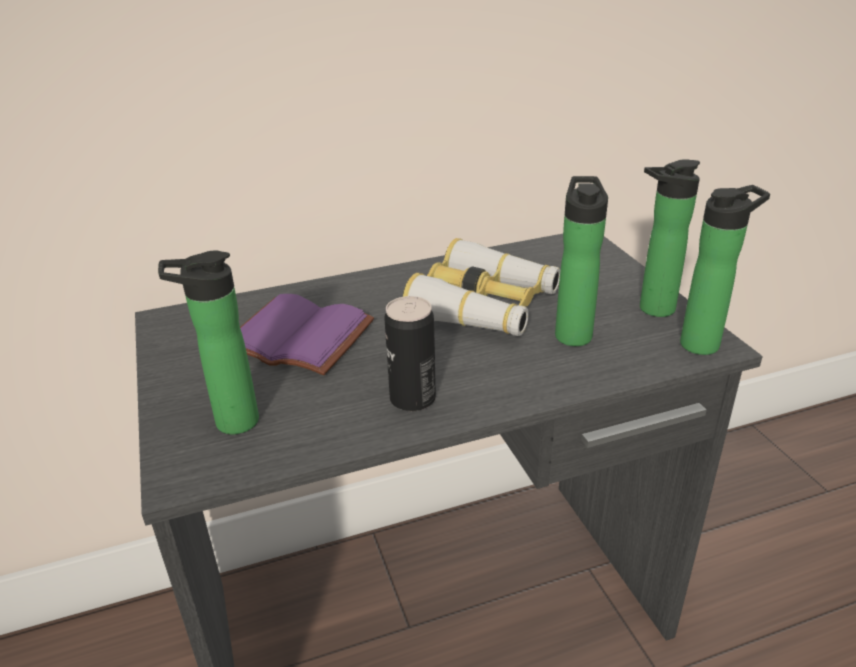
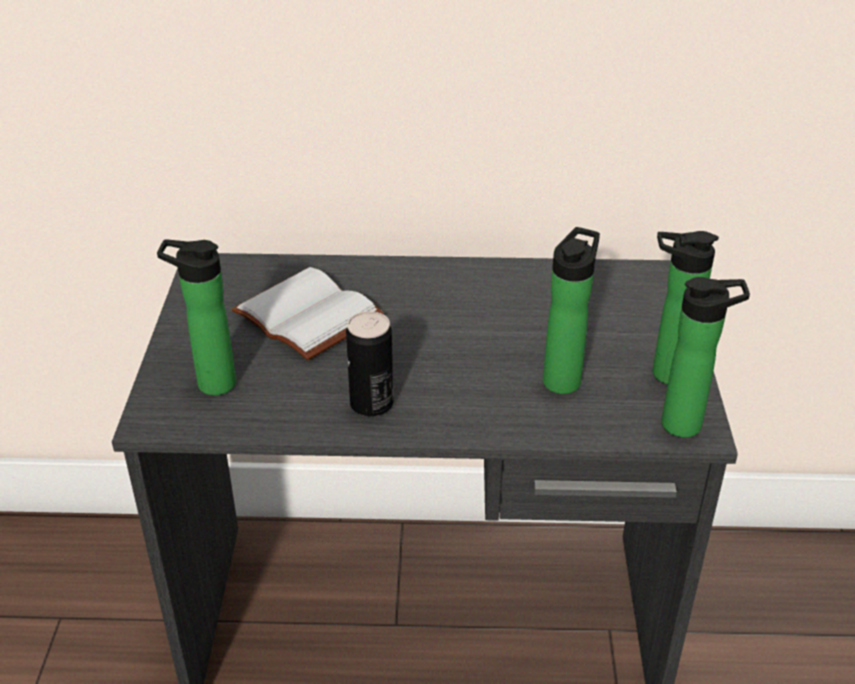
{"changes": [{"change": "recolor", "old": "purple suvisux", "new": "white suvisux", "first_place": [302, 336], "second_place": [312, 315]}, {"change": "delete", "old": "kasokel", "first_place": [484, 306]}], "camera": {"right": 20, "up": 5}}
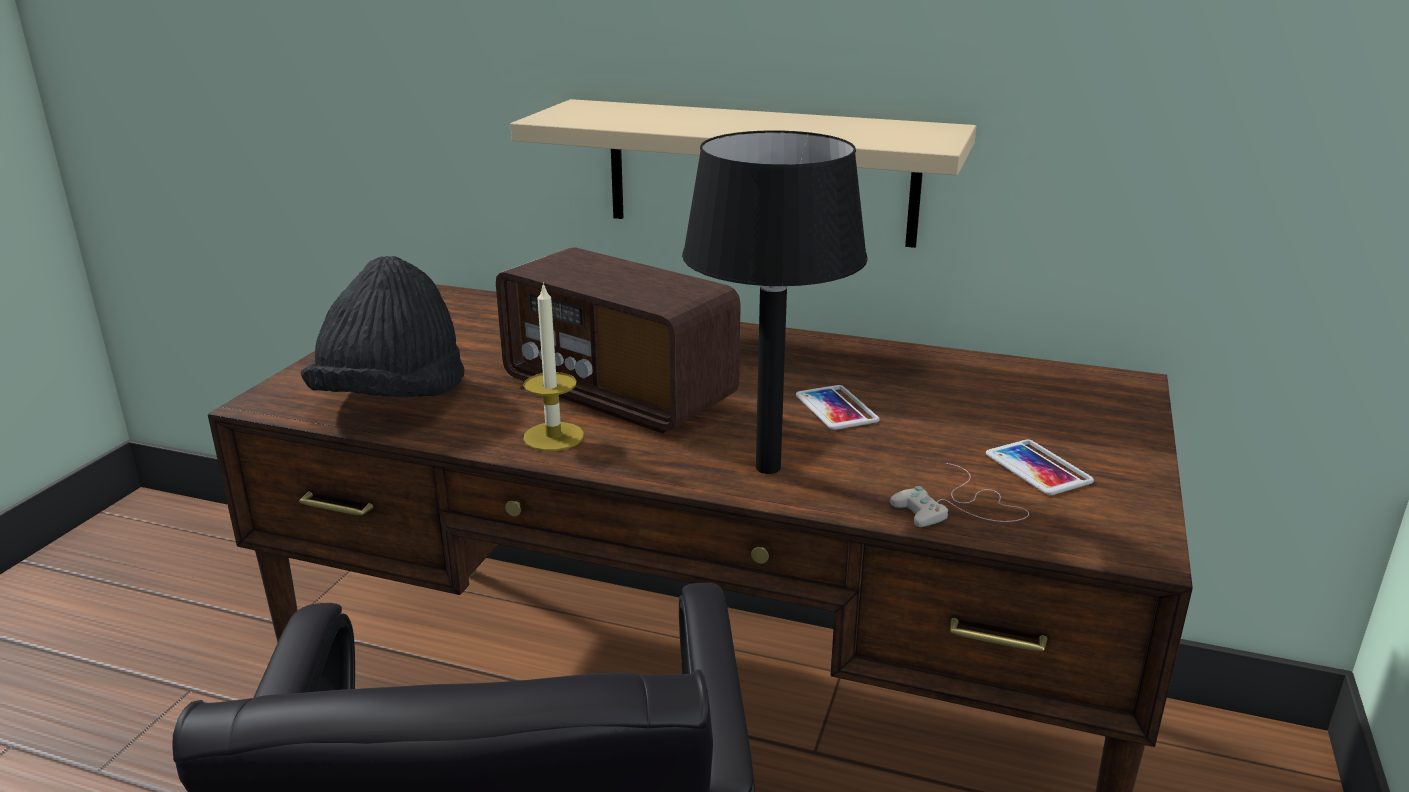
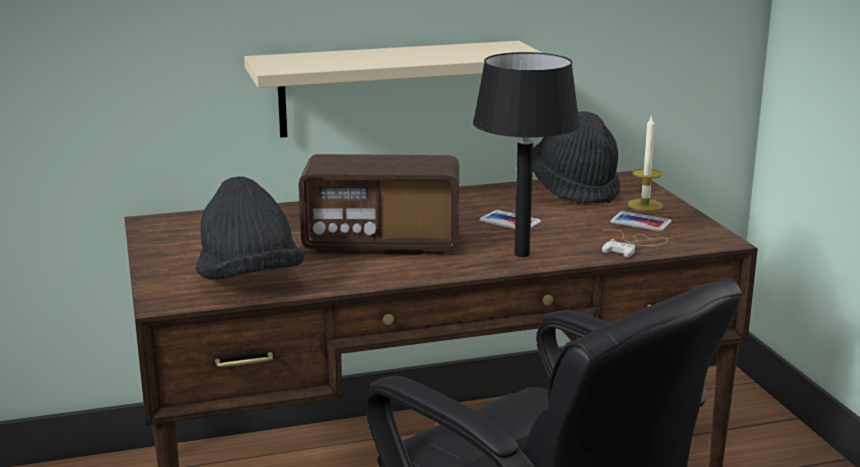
{"changes": [{"change": "move", "old": "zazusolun", "first_place": [553, 437], "second_place": [645, 205]}, {"change": "insert", "new": "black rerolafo", "second_place": [575, 189]}], "camera": {"right": -35, "up": -5}}
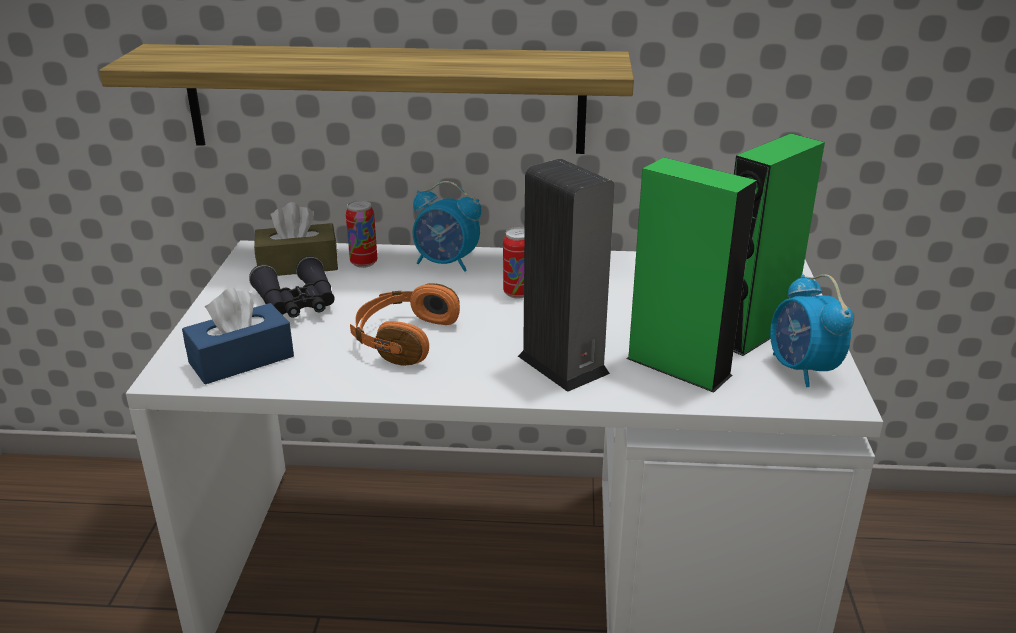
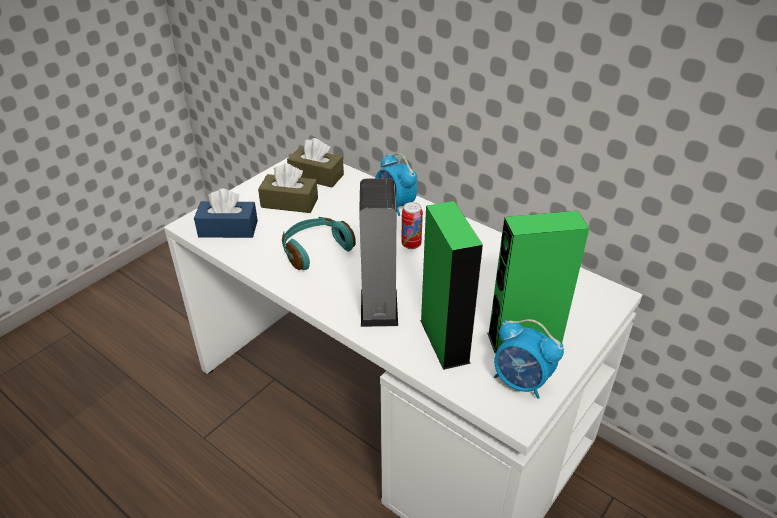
{"changes": [{"change": "delete", "old": "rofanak", "first_place": [385, 99]}, {"change": "replace", "old": "black kasokel", "new": "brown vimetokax", "first_place": [297, 303], "second_place": [289, 203]}, {"change": "delete", "old": "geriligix", "first_place": [364, 263]}, {"change": "recolor", "old": "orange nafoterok", "new": "turquoise nafoterok", "first_place": [403, 339], "second_place": [315, 250]}, {"change": "rotate", "old": "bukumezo", "first_place": [802, 369], "second_place": [521, 382], "degrees": -75}], "camera": {"right": 35, "up": 10}}
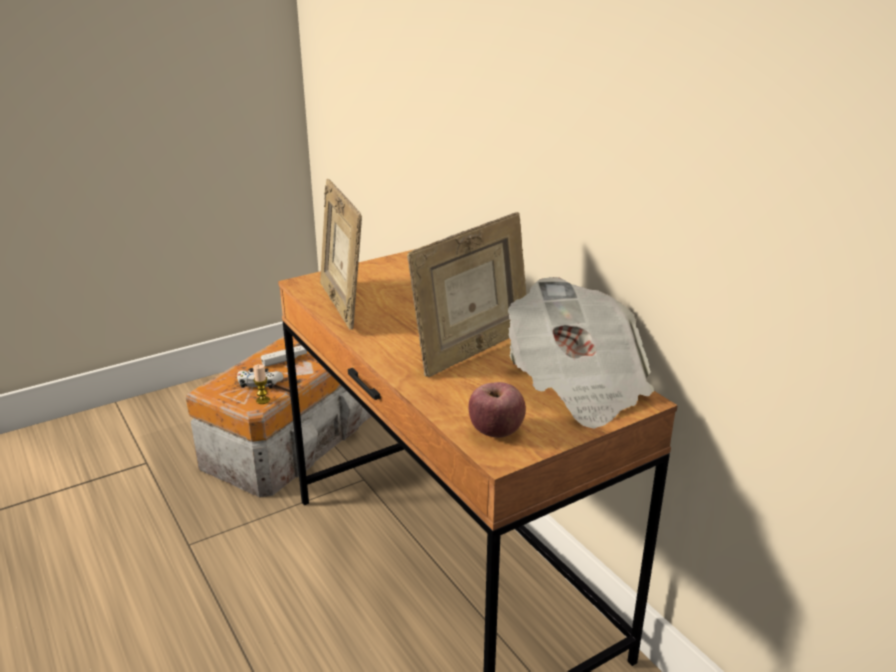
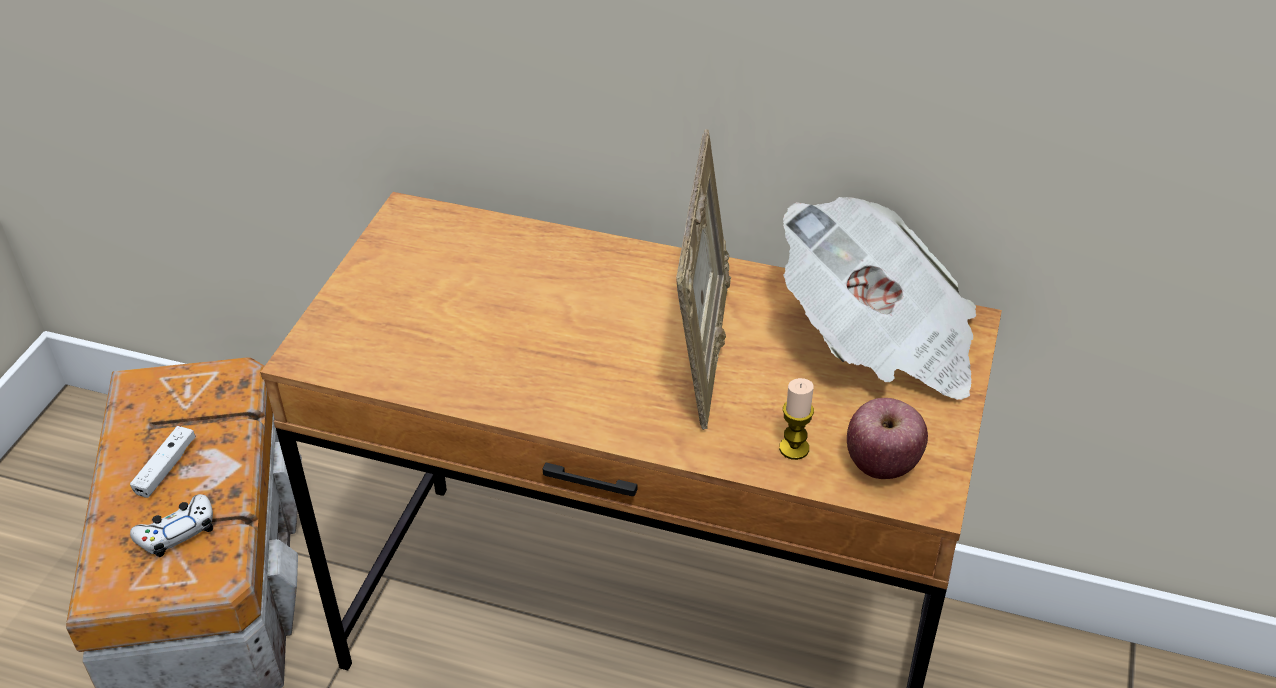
{"changes": [{"change": "move", "old": "zazusolun", "first_place": [263, 400], "second_place": [794, 448]}, {"change": "delete", "old": "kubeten", "first_place": [342, 305]}], "camera": {"right": -40, "up": 15}}
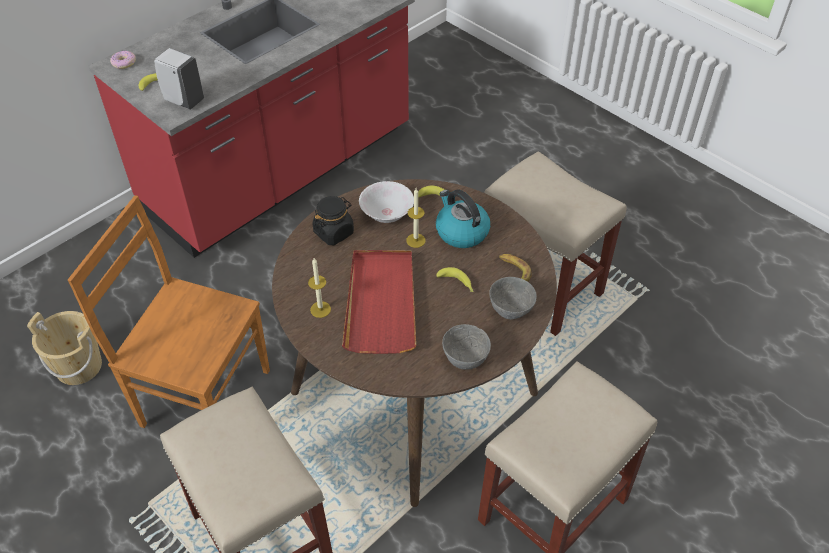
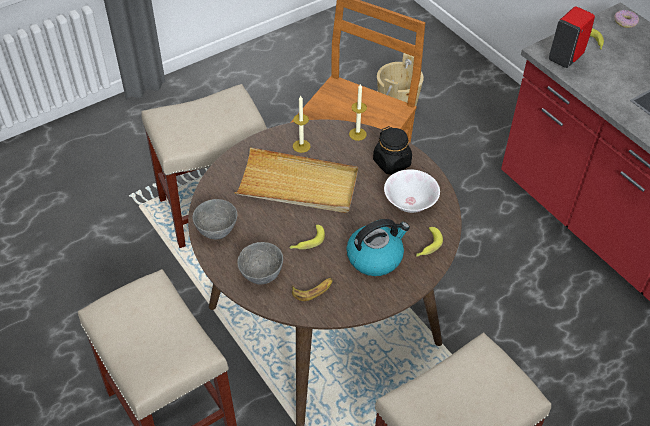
{"changes": [{"change": "recolor", "old": "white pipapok", "new": "red pipapok", "first_place": [183, 100], "second_place": [566, 57]}, {"change": "recolor", "old": "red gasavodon", "new": "beige gasavodon", "first_place": [381, 302], "second_place": [298, 185]}, {"change": "move", "old": "zazusolun", "first_place": [415, 240], "second_place": [357, 134]}], "camera": {"right": 100, "up": 0}}
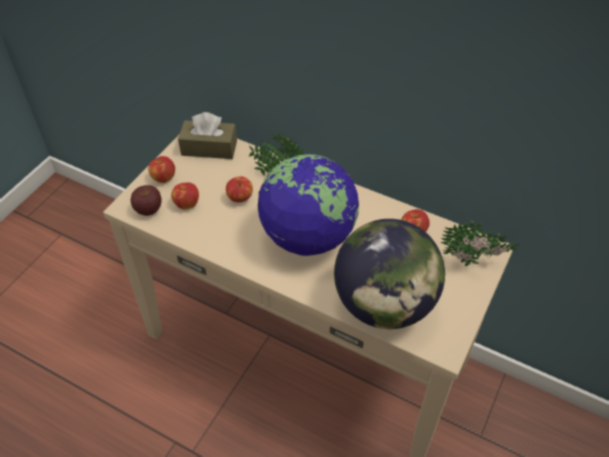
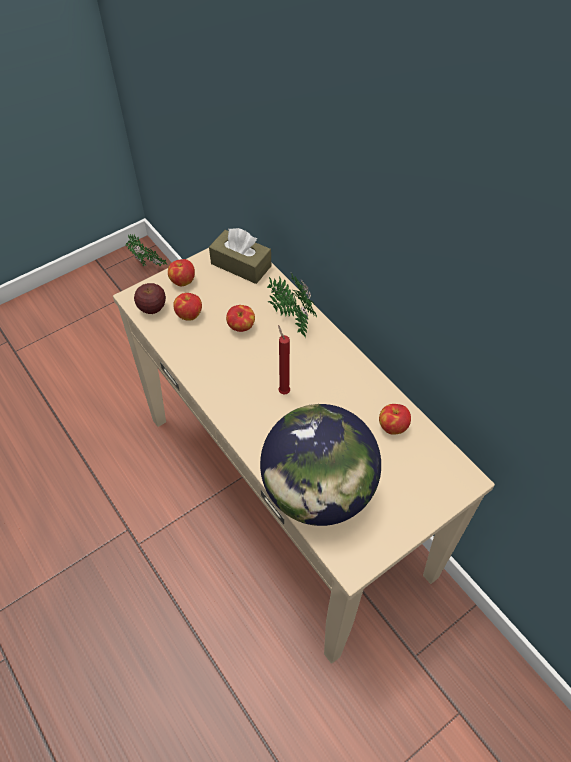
{"changes": [{"change": "replace", "old": "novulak", "new": "red zazusolun", "first_place": [307, 236], "second_place": [283, 390]}, {"change": "move", "old": "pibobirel", "first_place": [473, 263], "second_place": [149, 266]}], "camera": {"right": 25, "up": 5}}
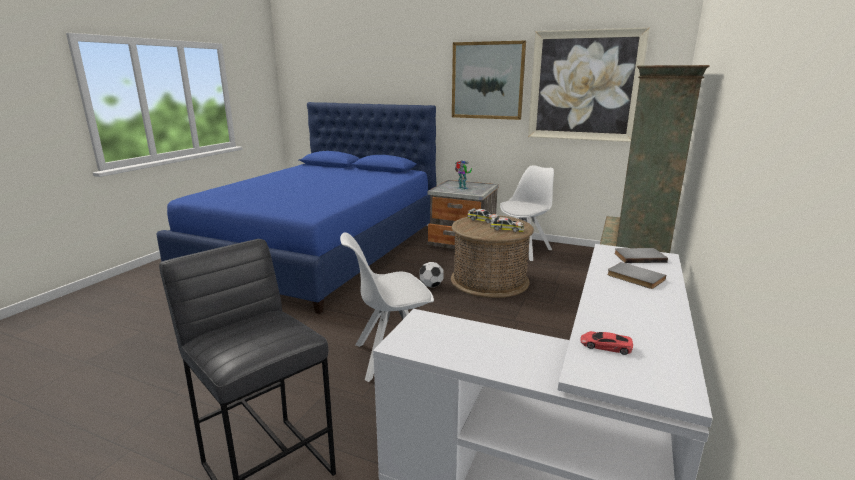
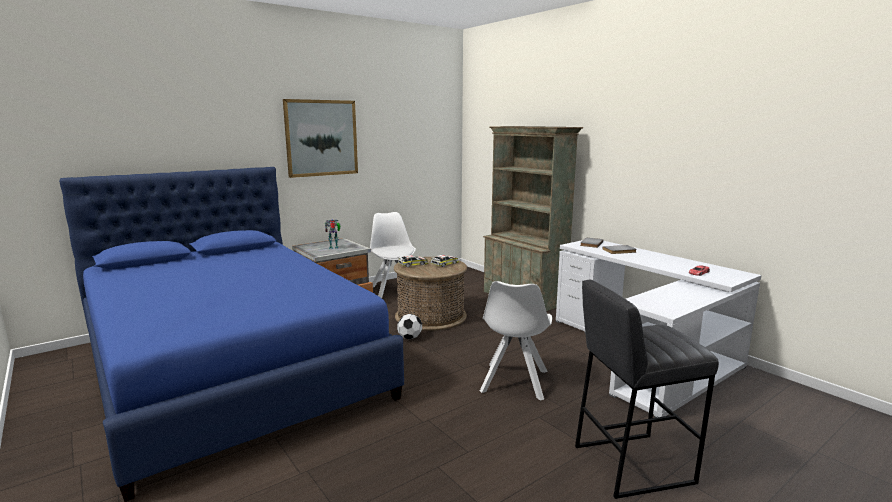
{"changes": [{"change": "delete", "old": "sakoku", "first_place": [584, 86]}], "camera": {"right": -60, "up": -5}}
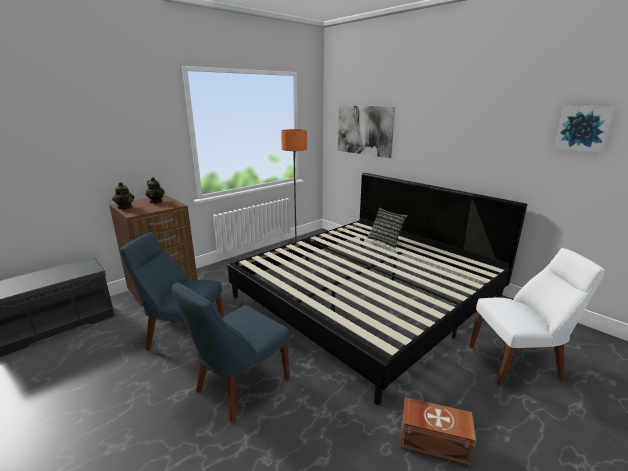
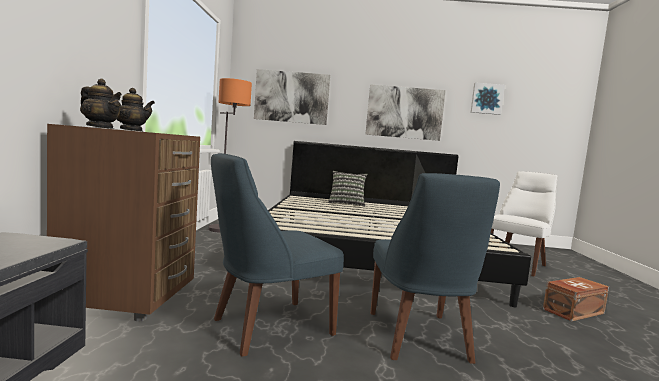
{"changes": [{"change": "insert", "new": "sakoku", "second_place": [404, 112]}], "camera": {"right": -45, "up": -15}}
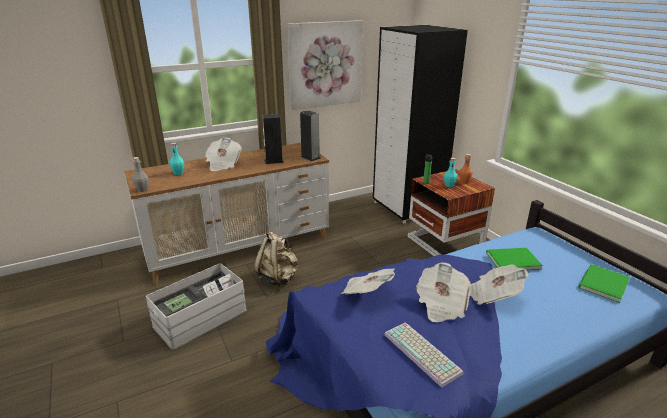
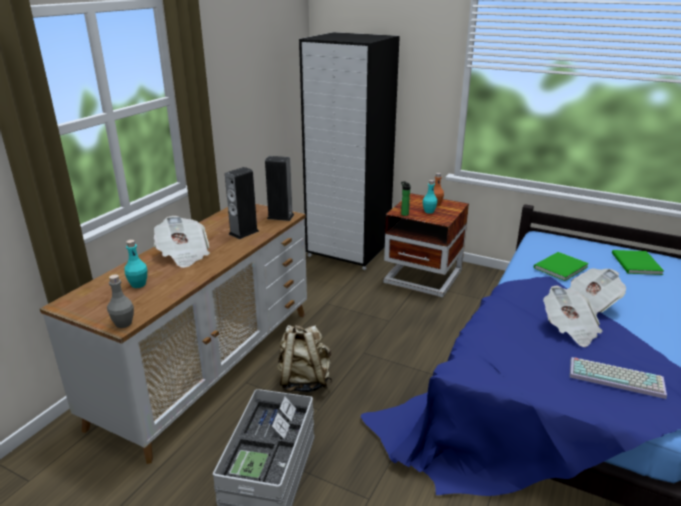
{"changes": [{"change": "delete", "old": "sakoku", "first_place": [325, 64]}, {"change": "delete", "old": "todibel", "first_place": [367, 293]}], "camera": {"right": -35, "up": 0}}
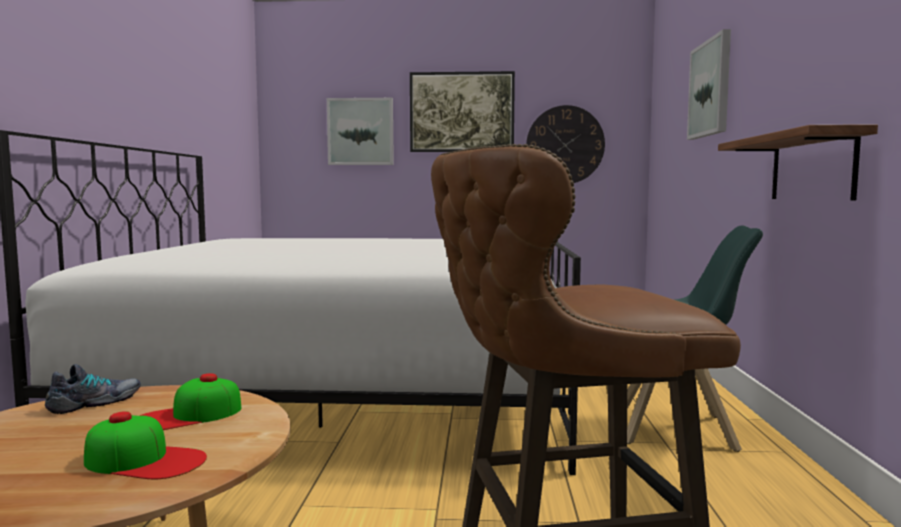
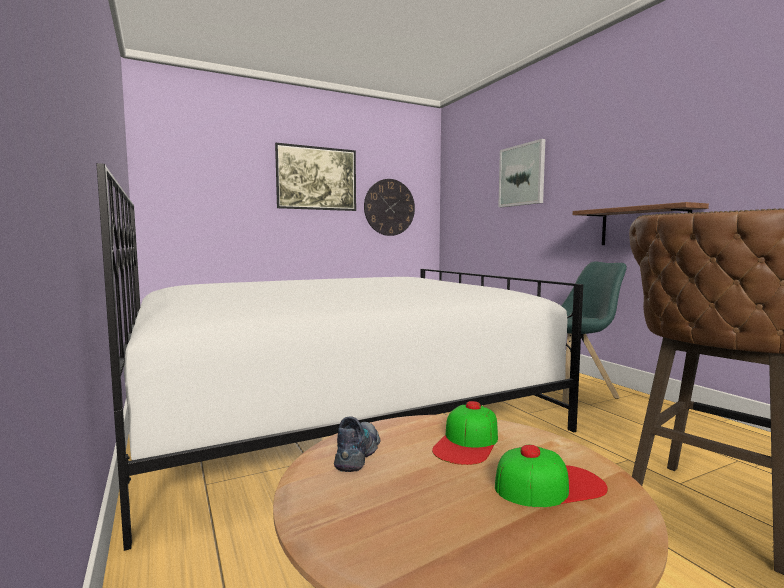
{"changes": [{"change": "delete", "old": "sakoku", "first_place": [360, 132]}], "camera": {"right": -30, "up": 0}}
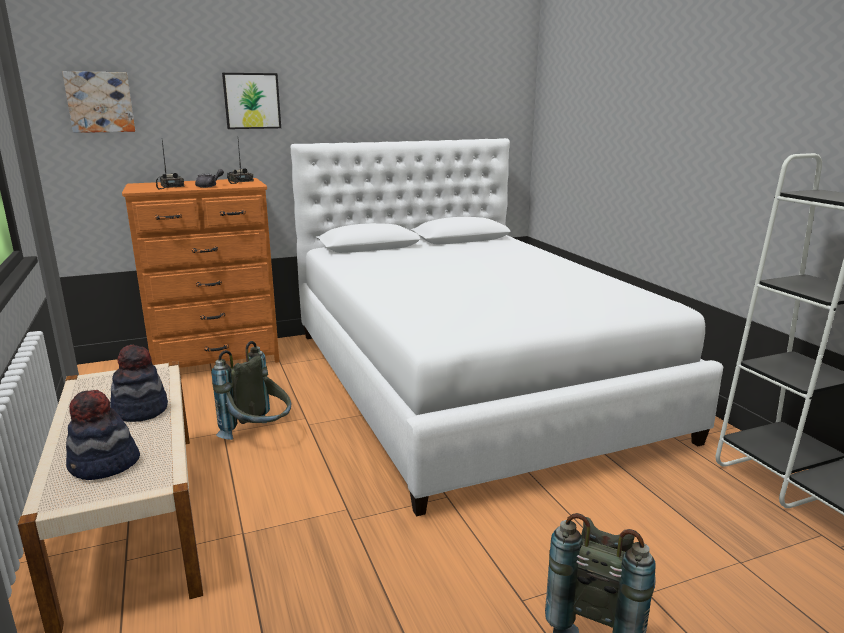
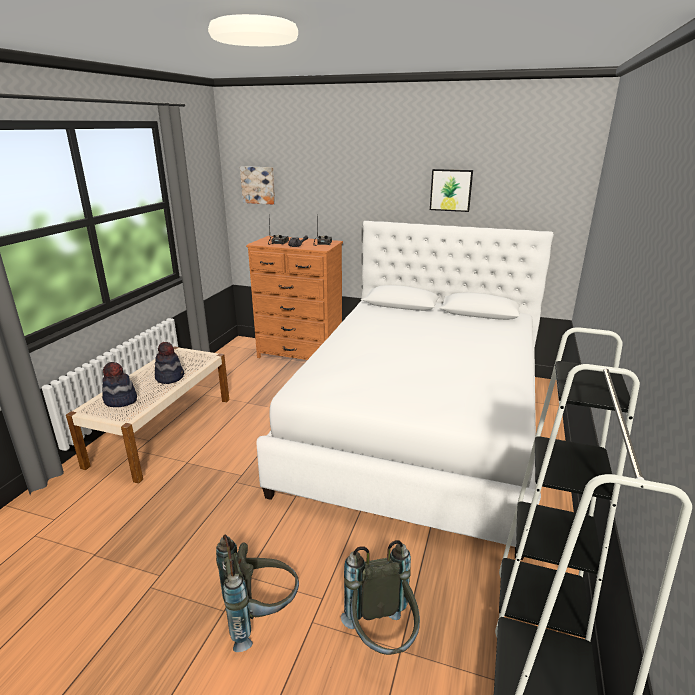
{"changes": [{"change": "move", "old": "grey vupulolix", "first_place": [259, 436], "second_place": [382, 639]}, {"change": "move", "old": "sakoku", "first_place": [252, 101], "second_place": [451, 190]}], "camera": {"right": 40, "up": 5}}
